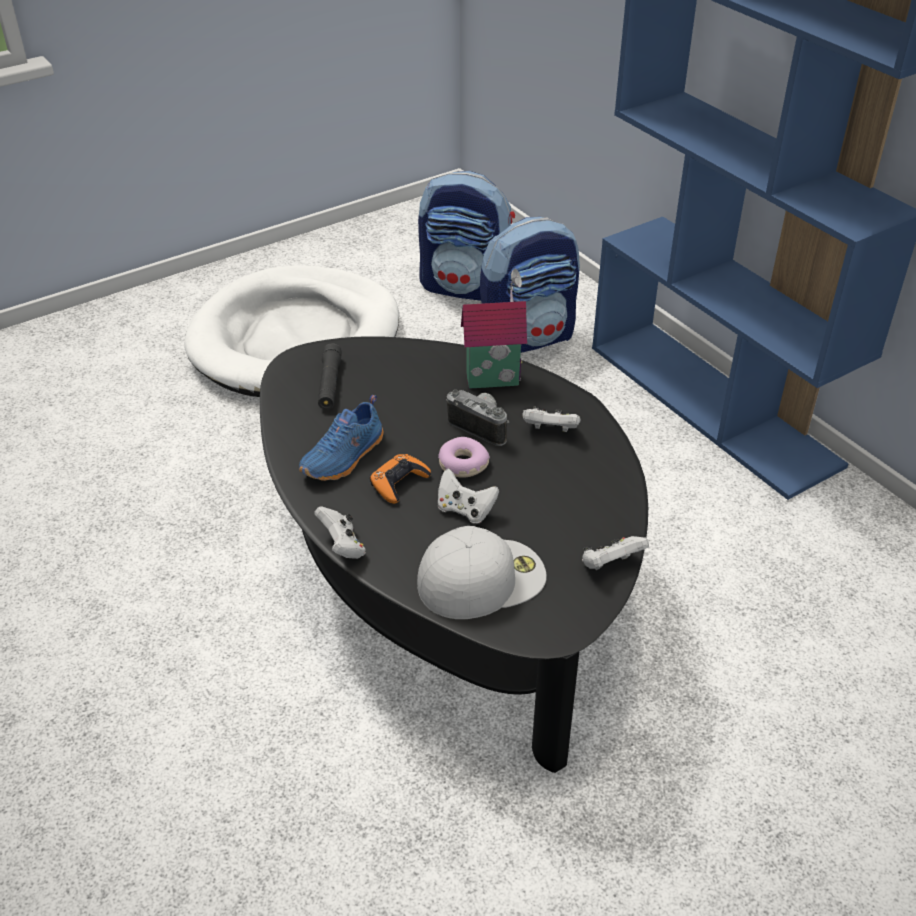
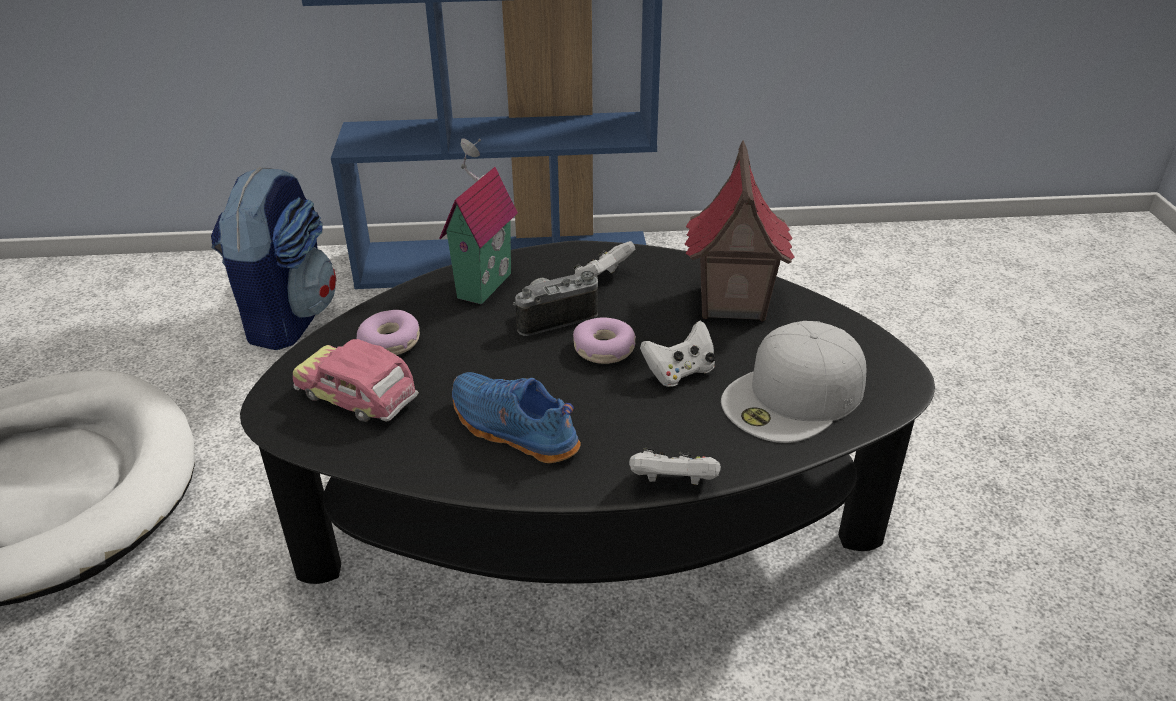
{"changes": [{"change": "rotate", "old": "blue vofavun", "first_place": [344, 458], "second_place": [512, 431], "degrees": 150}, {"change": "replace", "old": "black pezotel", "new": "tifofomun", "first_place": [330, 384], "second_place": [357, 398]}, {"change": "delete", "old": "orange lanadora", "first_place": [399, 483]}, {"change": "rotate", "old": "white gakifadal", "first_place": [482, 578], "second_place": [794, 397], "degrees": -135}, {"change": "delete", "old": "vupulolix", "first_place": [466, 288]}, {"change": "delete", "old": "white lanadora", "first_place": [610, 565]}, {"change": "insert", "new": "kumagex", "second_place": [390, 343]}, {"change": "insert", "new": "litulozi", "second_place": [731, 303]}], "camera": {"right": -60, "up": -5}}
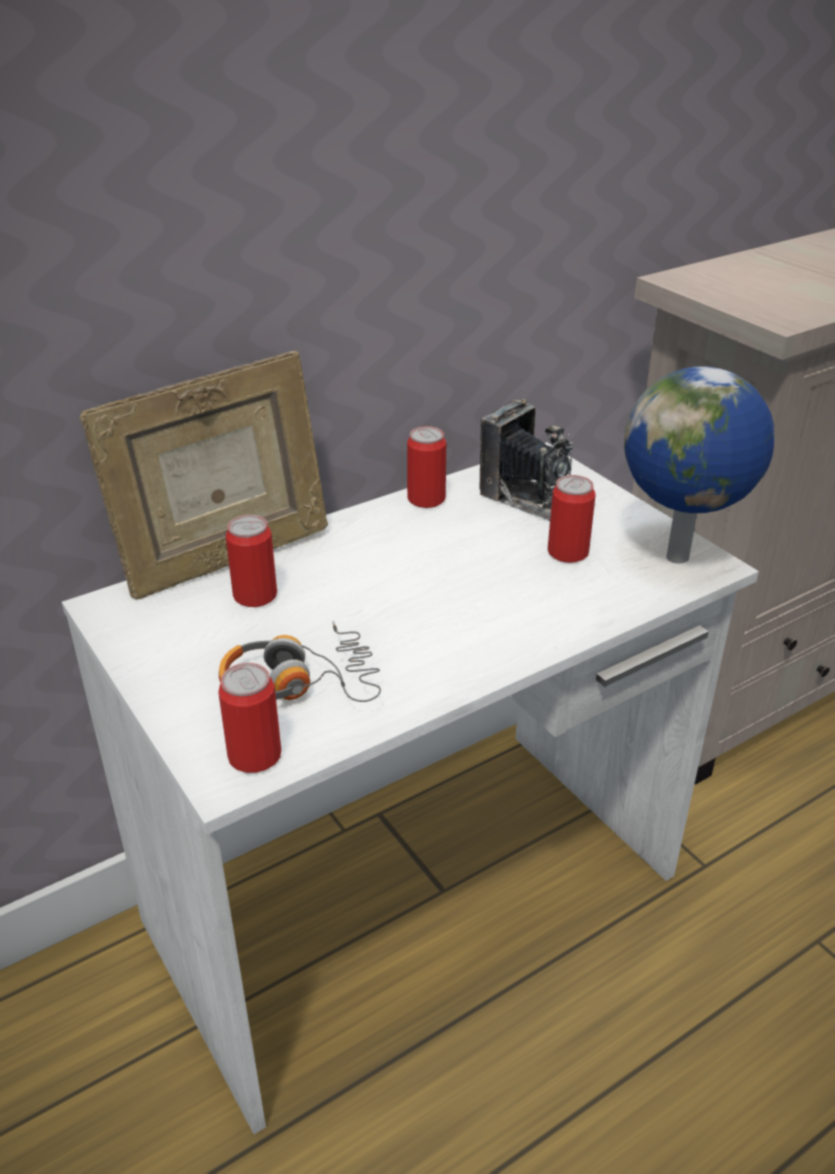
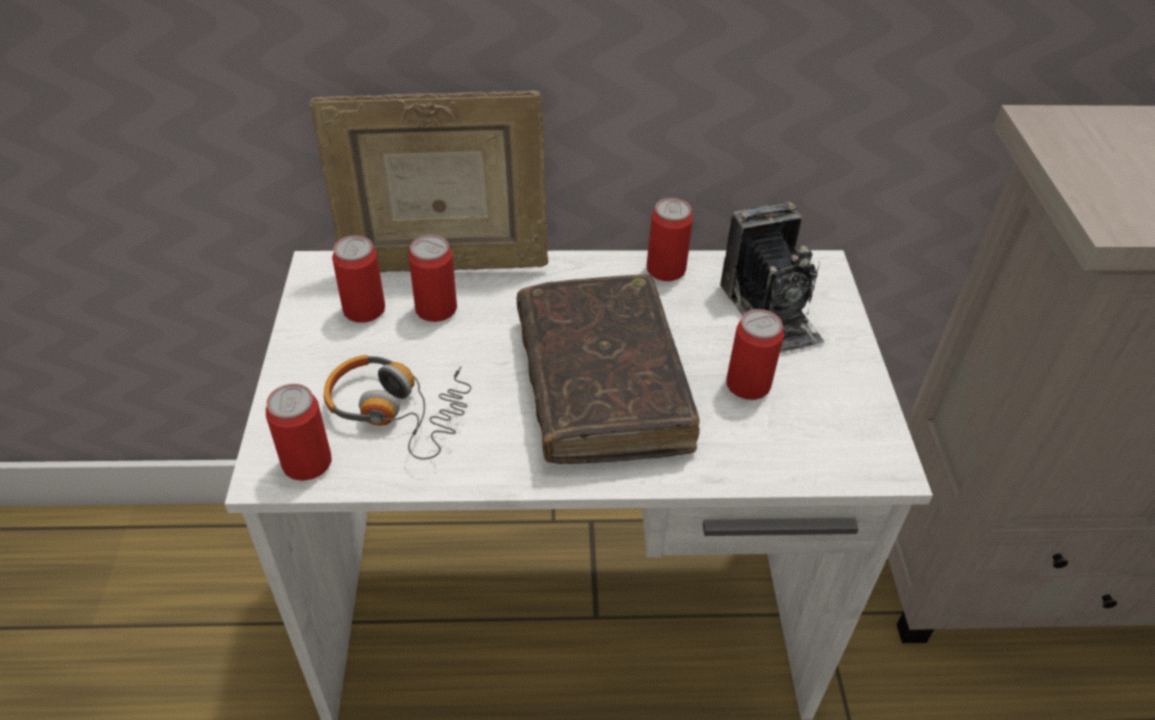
{"changes": [{"change": "delete", "old": "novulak", "first_place": [680, 558]}, {"change": "insert", "new": "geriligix", "second_place": [364, 310]}, {"change": "insert", "new": "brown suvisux", "second_place": [601, 383]}], "camera": {"right": 30, "up": 10}}
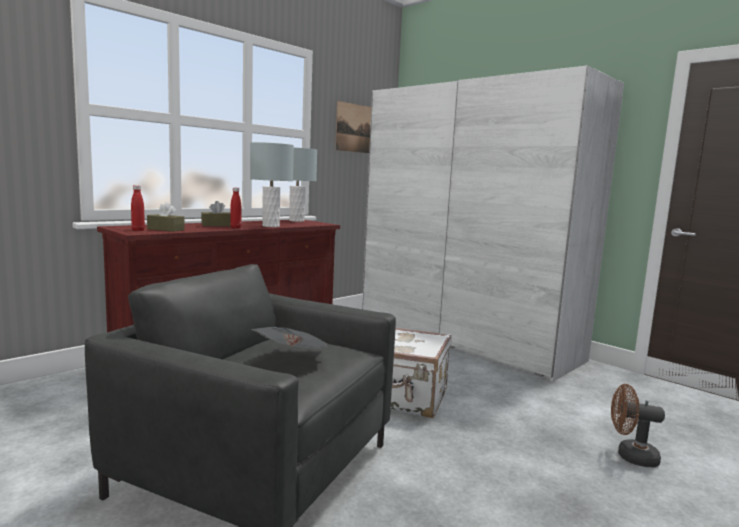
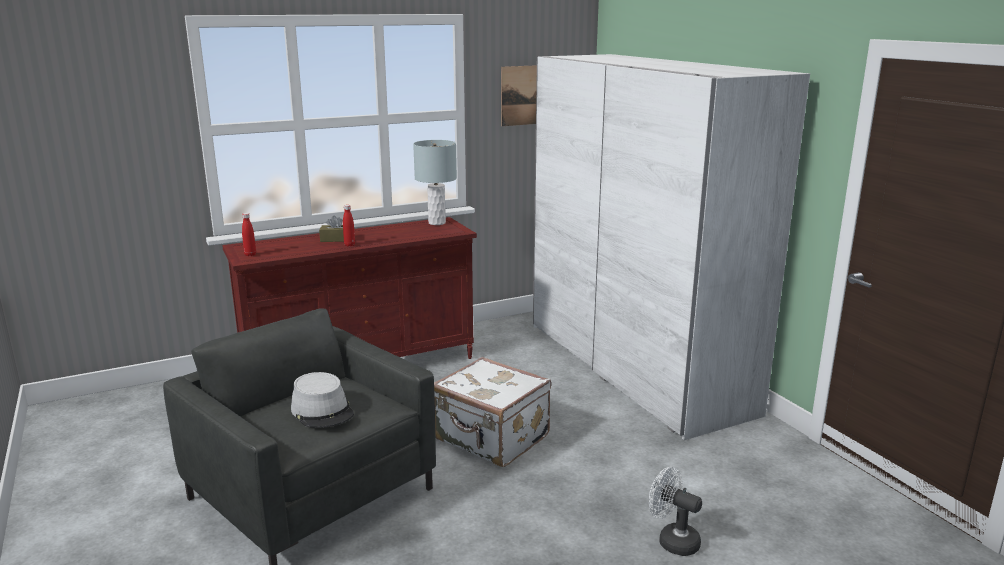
{"changes": [{"change": "delete", "old": "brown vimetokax", "first_place": [166, 229]}, {"change": "delete", "old": "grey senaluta", "first_place": [271, 226]}, {"change": "replace", "old": "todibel", "new": "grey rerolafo", "first_place": [293, 359], "second_place": [322, 411]}, {"change": "recolor", "old": "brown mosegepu", "new": "white mosegepu", "first_place": [630, 456], "second_place": [672, 540]}], "camera": {"right": 20, "up": 10}}
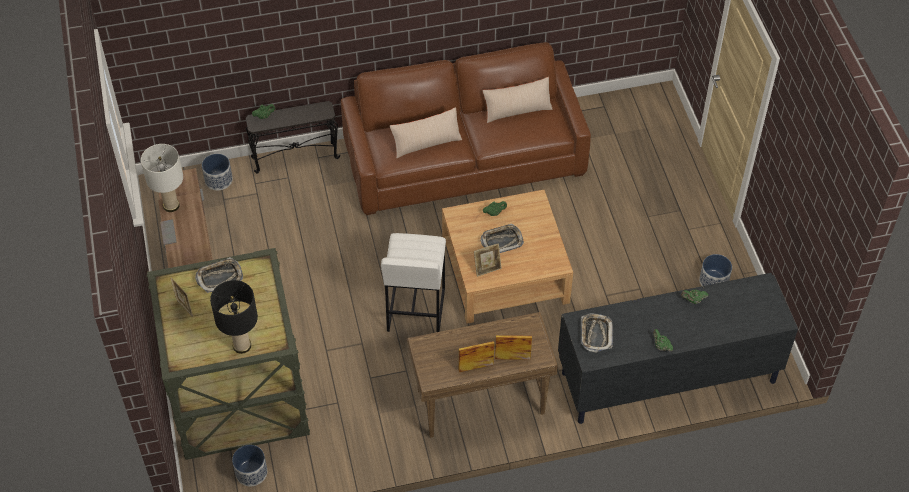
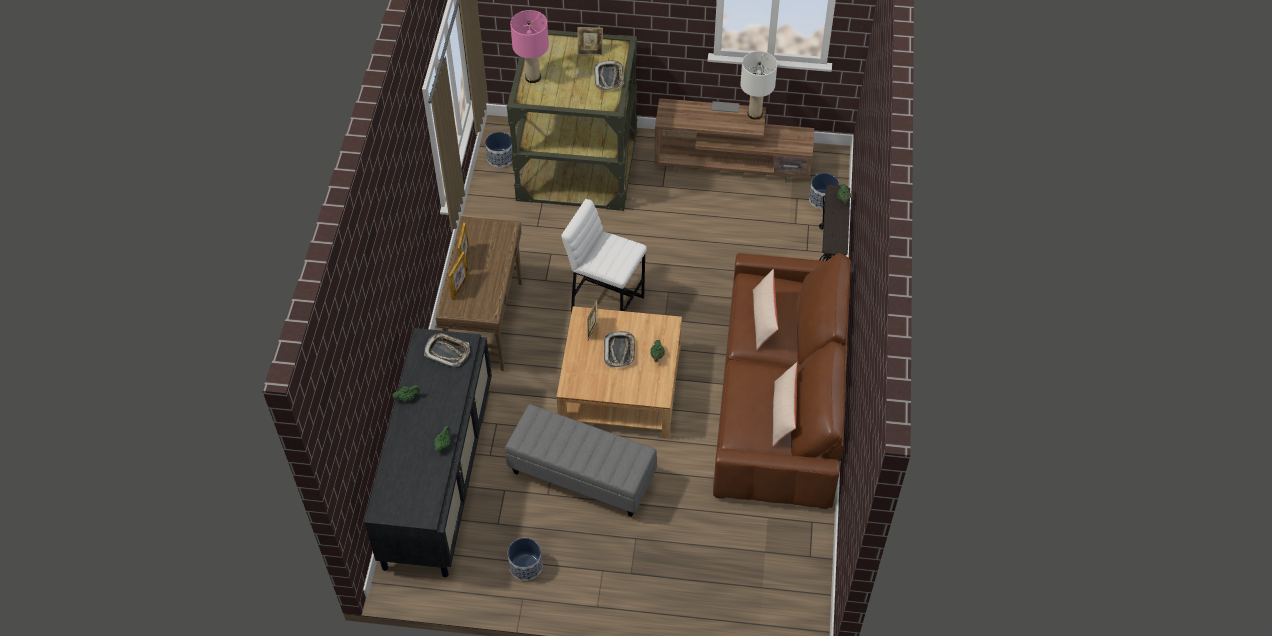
{"changes": [{"change": "recolor", "old": "black senaluta", "new": "pink senaluta", "first_place": [241, 346], "second_place": [532, 77]}, {"change": "insert", "new": "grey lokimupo", "second_place": [581, 477]}], "camera": {"right": 110, "up": 0}}
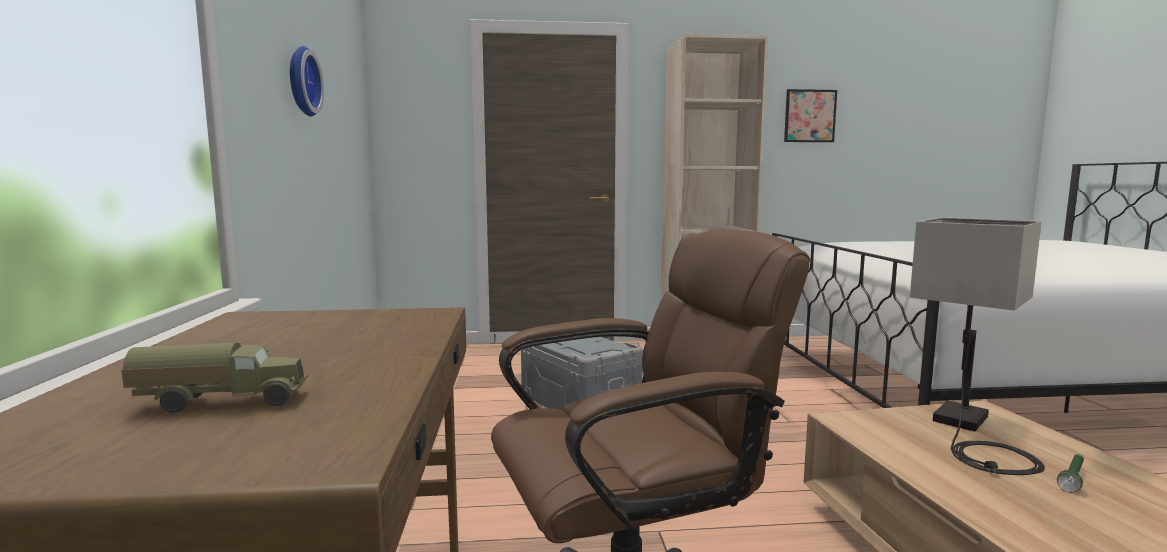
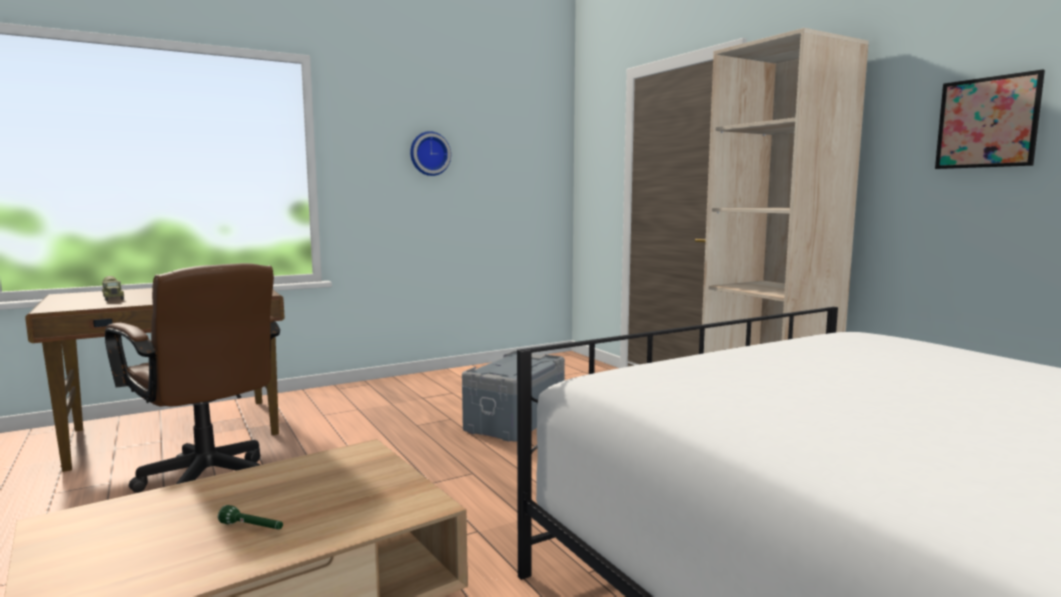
{"changes": [{"change": "delete", "old": "senaluta", "first_place": [970, 434]}], "camera": {"right": 65, "up": 0}}
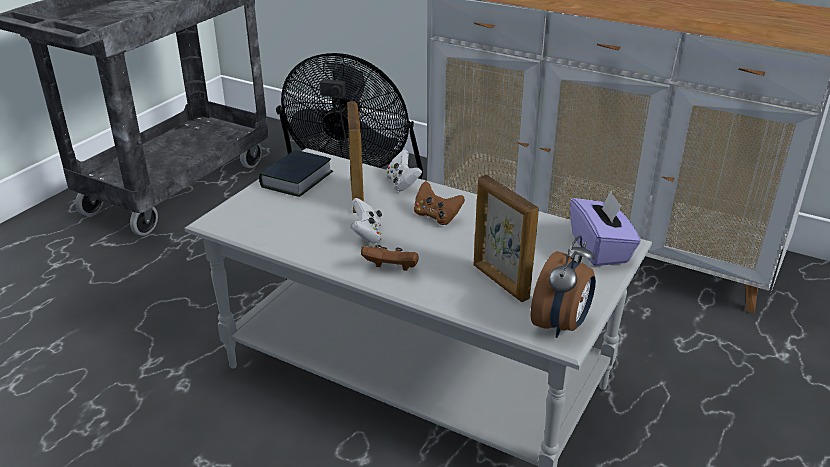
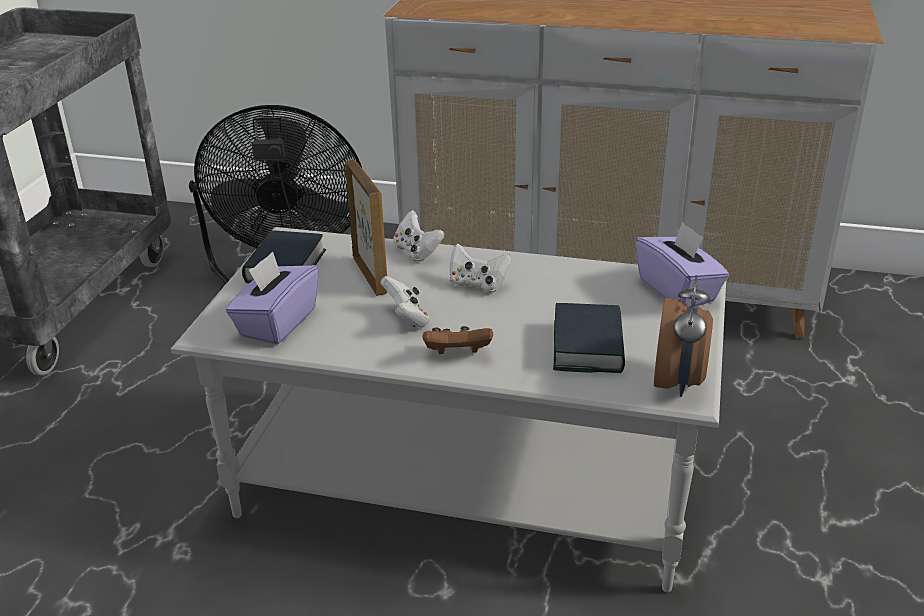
{"changes": [{"change": "recolor", "old": "brown lanadora", "new": "white lanadora", "first_place": [436, 216], "second_place": [477, 284]}, {"change": "replace", "old": "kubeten", "new": "suvisux", "first_place": [500, 282], "second_place": [588, 346]}, {"change": "insert", "new": "purple vimetokax", "second_place": [277, 323]}], "camera": {"right": -15, "up": 0}}
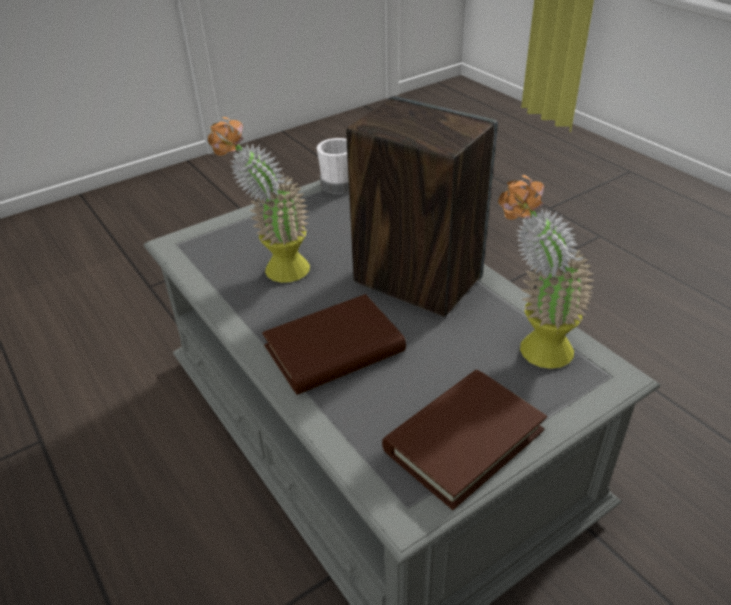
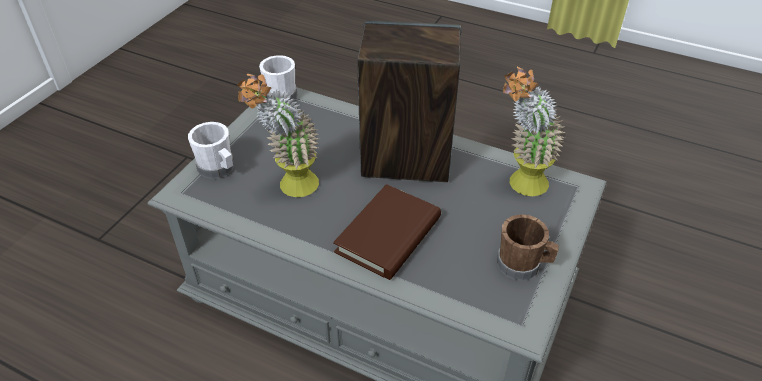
{"changes": [{"change": "replace", "old": "brown suvisux", "new": "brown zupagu", "first_place": [463, 440], "second_place": [523, 265]}, {"change": "insert", "new": "white zupagu", "second_place": [218, 169]}], "camera": {"right": -30, "up": 5}}
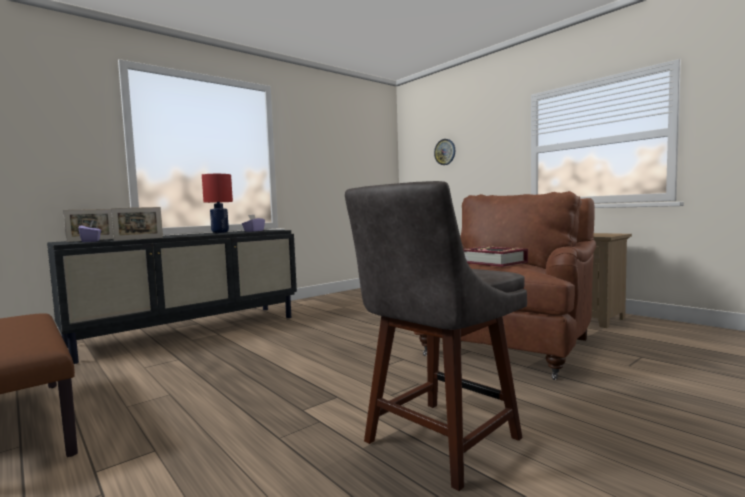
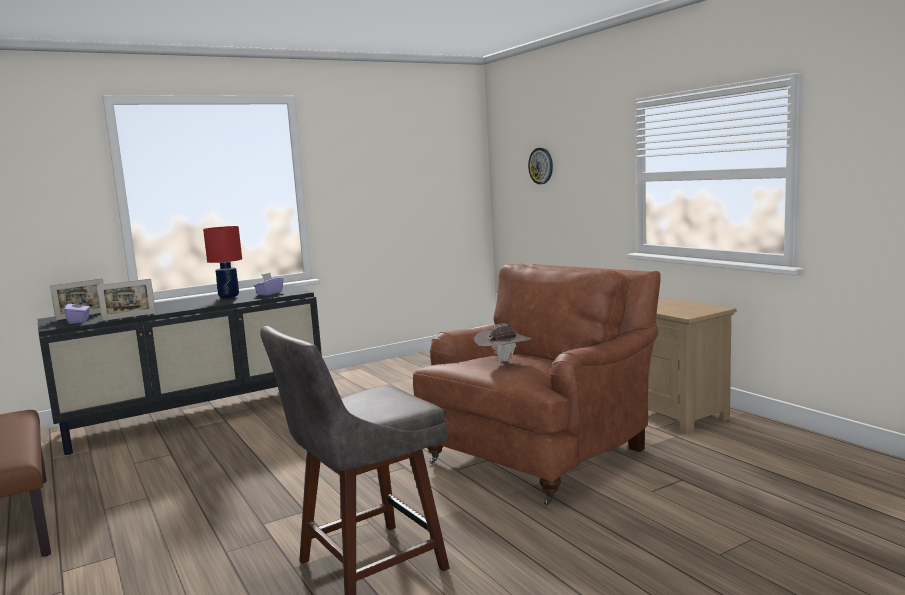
{"changes": [{"change": "replace", "old": "suvisux", "new": "brown rerolafo", "first_place": [494, 262], "second_place": [503, 361]}], "camera": {"right": 10, "up": 5}}
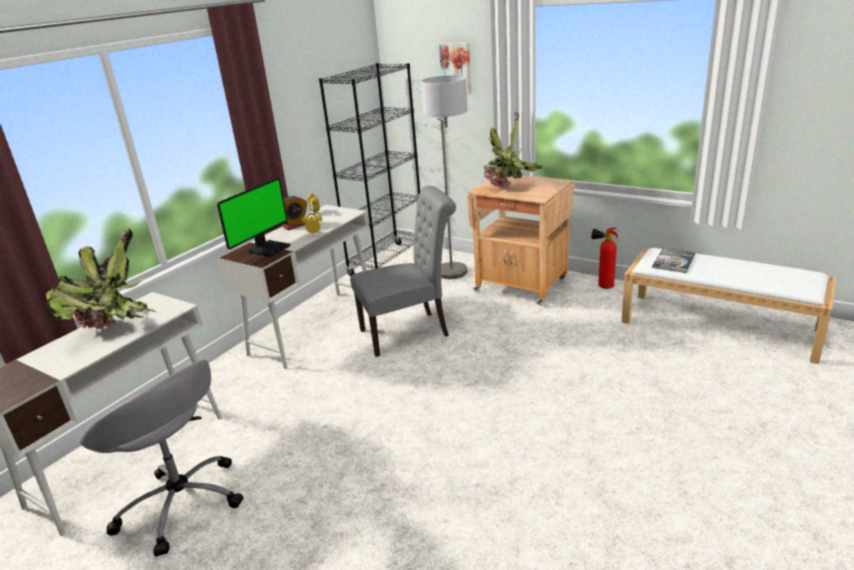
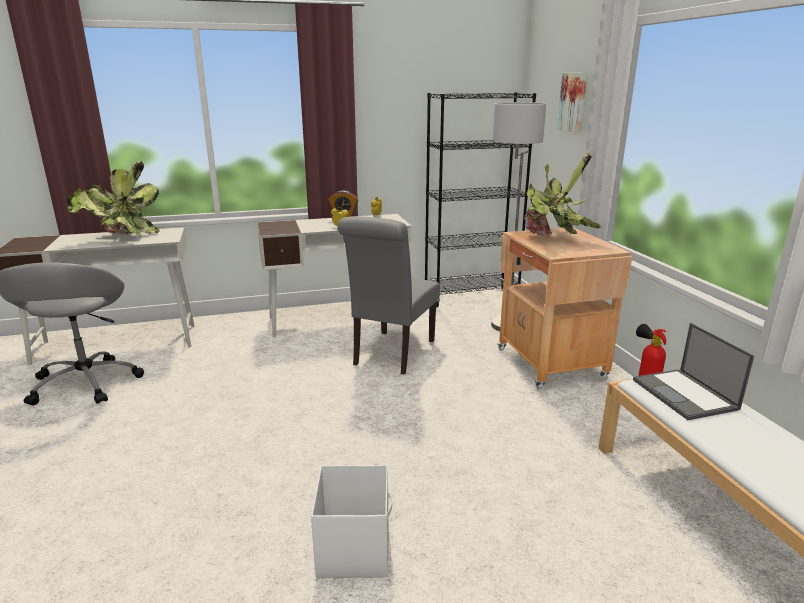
{"changes": [{"change": "delete", "old": "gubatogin", "first_place": [268, 248]}, {"change": "rotate", "old": "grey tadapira", "first_place": [410, 332], "second_place": [391, 354], "degrees": 90}, {"change": "replace", "old": "suvisux", "new": "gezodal", "first_place": [673, 261], "second_place": [685, 395]}, {"change": "insert", "new": "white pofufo", "second_place": [355, 548]}], "camera": {"right": 40, "up": -5}}
